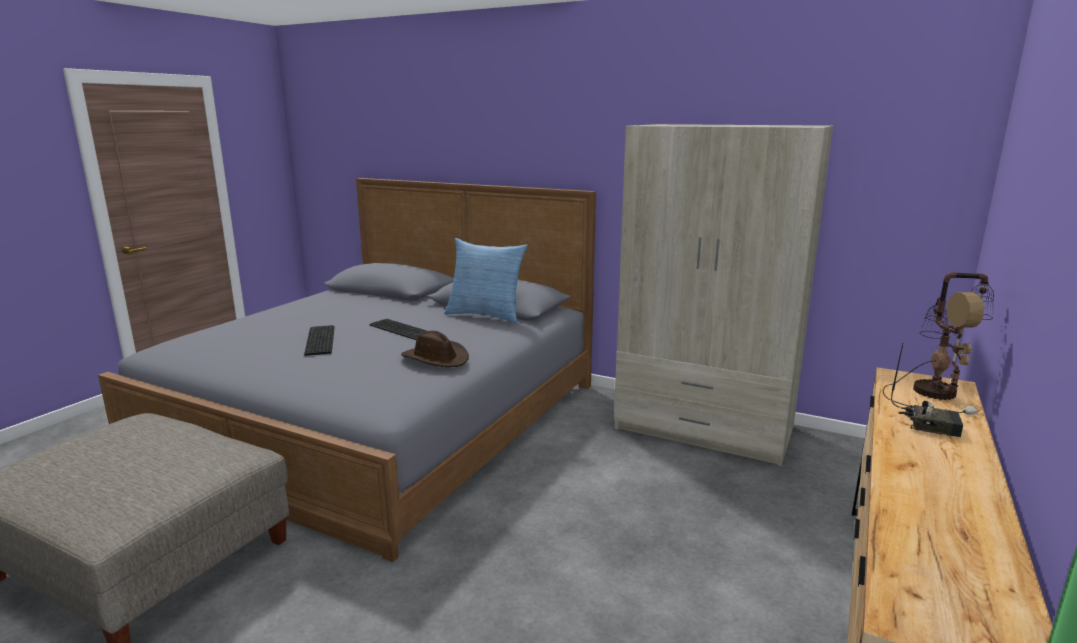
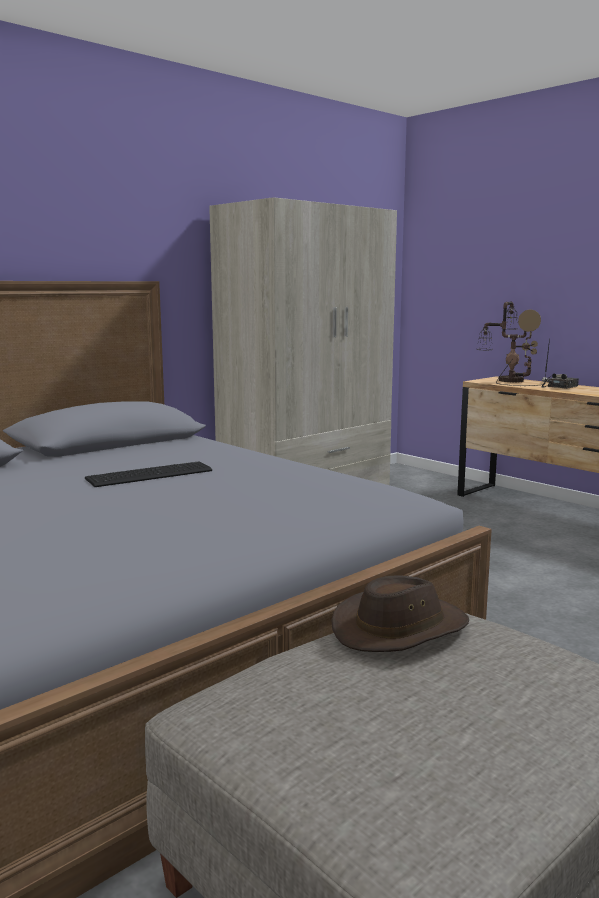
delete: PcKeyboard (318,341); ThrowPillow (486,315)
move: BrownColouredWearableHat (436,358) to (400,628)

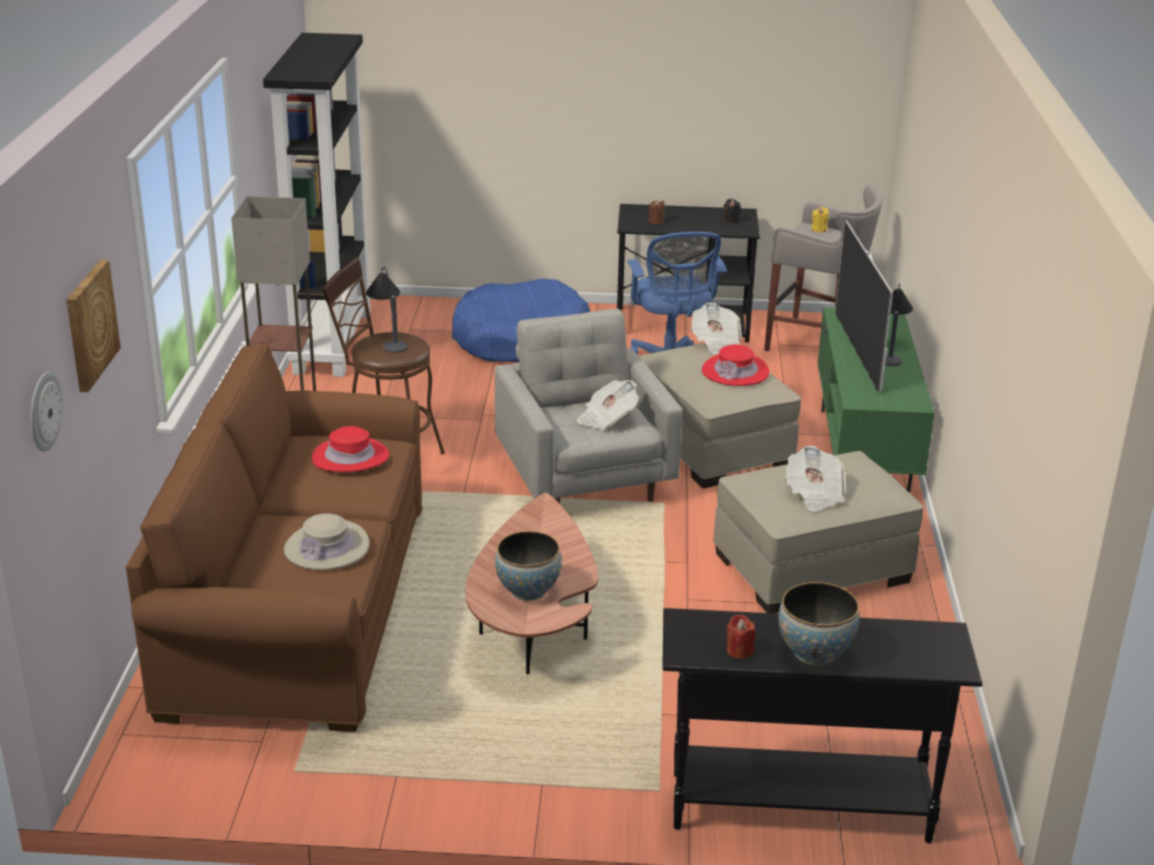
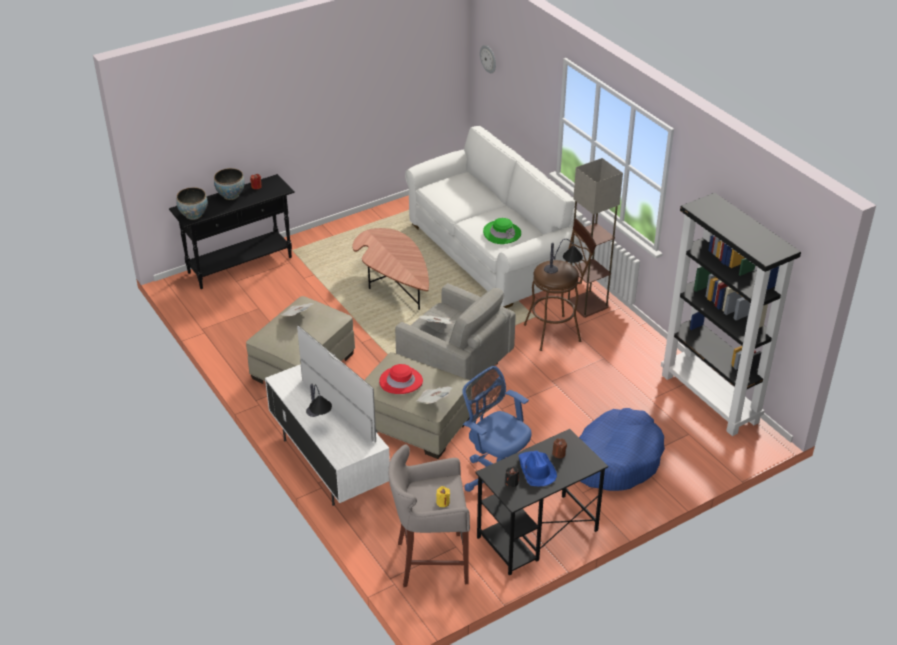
delete: Picture (90,324); BeigeWearableHat (327,547)
insert: BlueWearableHat (536,470)
move: DeepDish (528,591) to (194,215)
recolor: GreenTvUnit (865,450) to WhiteColouredTvUnit (328,462); BrownColouredCouch (299,609) to WhiteColouredCouch (490,252); RedColouredWearableHat (350,457) to GreenWearableHat (502,233)

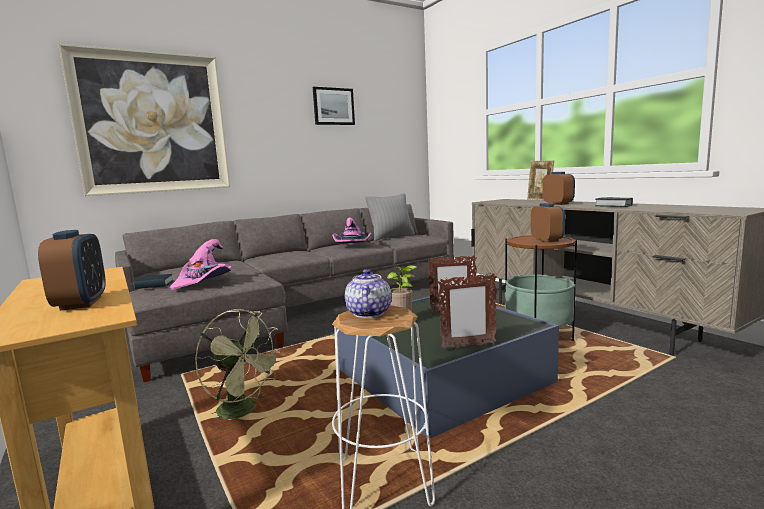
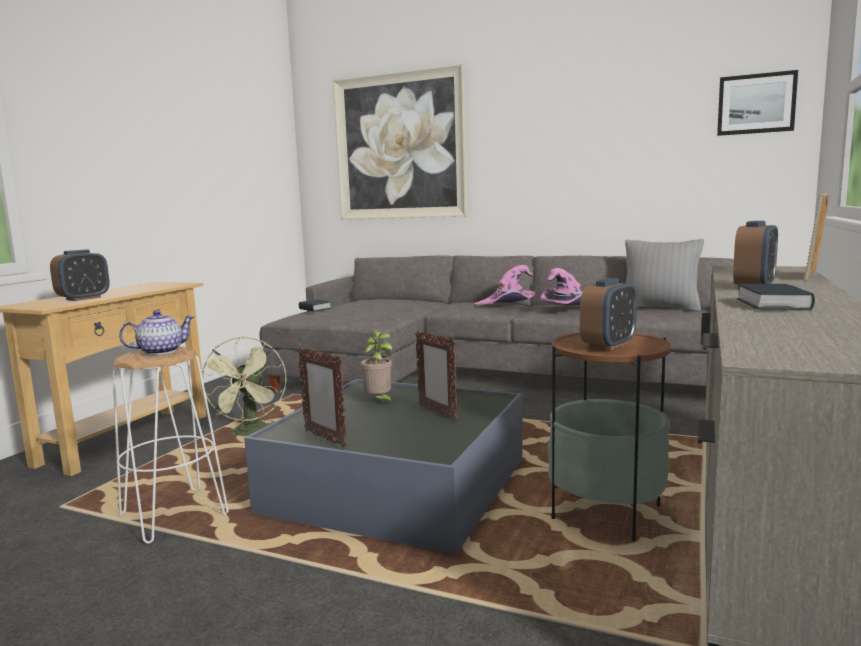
move: PinkWearableHat (203,282) to (507,305); Picture (333,106) to (756,104)

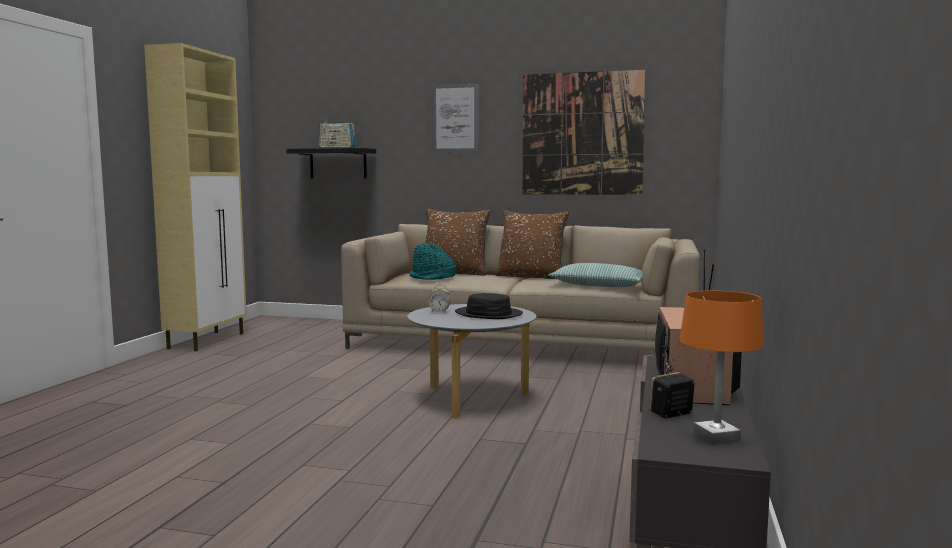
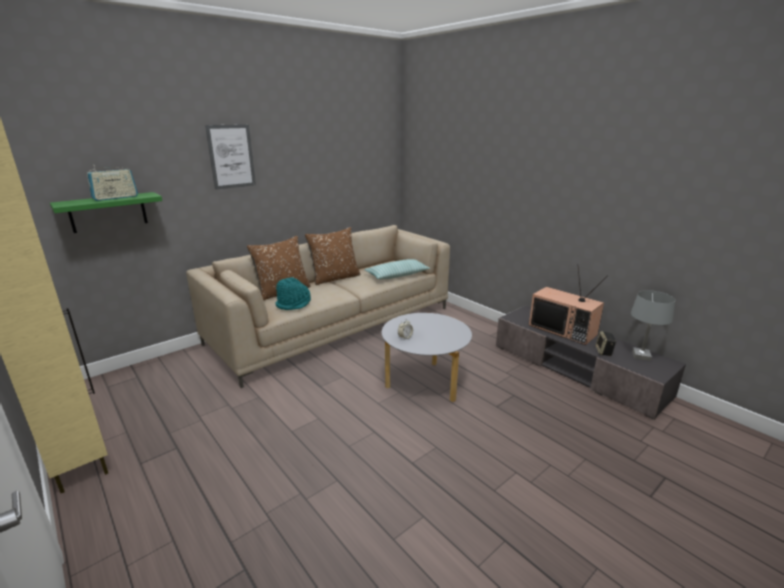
delete: BlackWearableHat (488,314); Picture (582,134)
recolor: BlackBracketShelf (338,163) to GreenBracketShelf (108,212); OrangeColouredLampForATable (717,437) to GrayLampForATable (641,356)

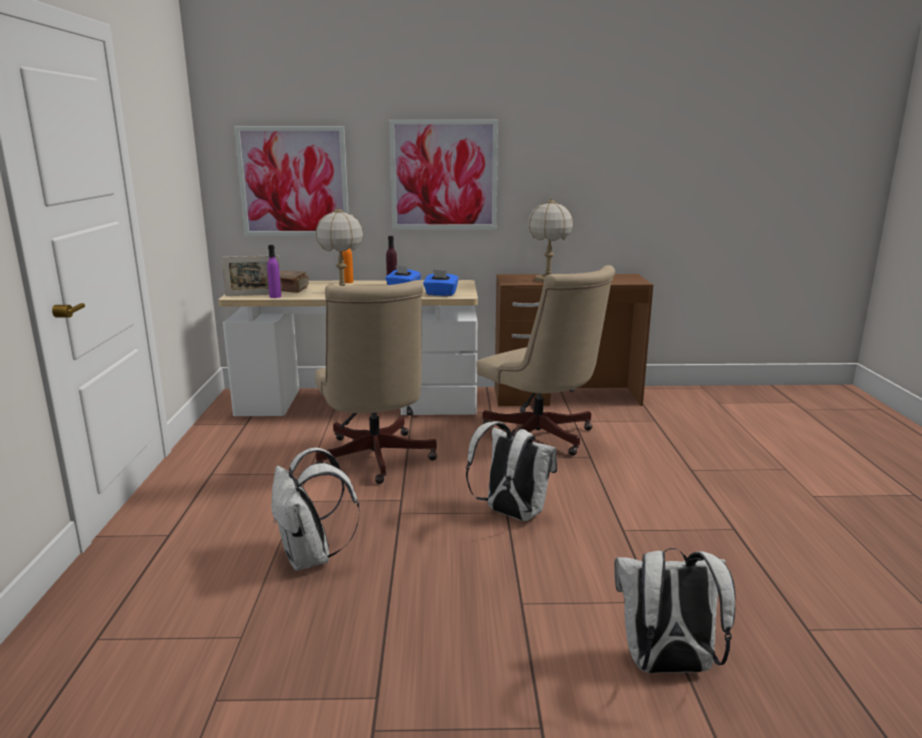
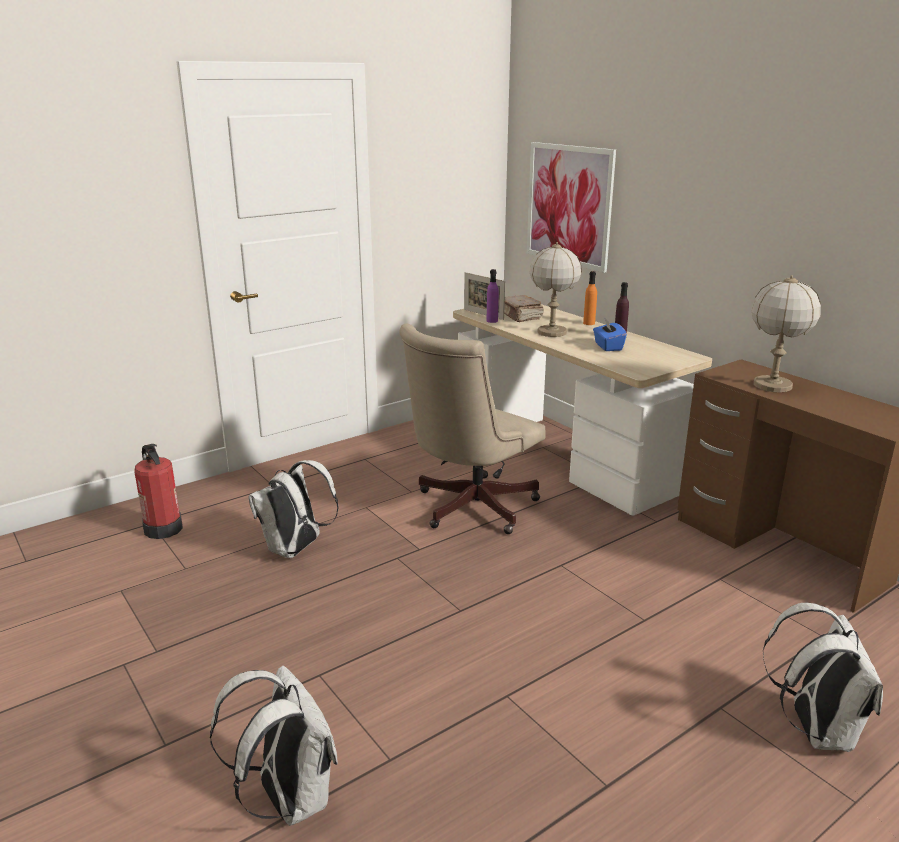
delete: Picture (444,175); BlueBoxOfTissues (440,294); BeigeOfficeChair (542,438)
insert: FireFightingCylinder (163,528)
move: WhiteColouredRucksack (511,514) to (815,729)

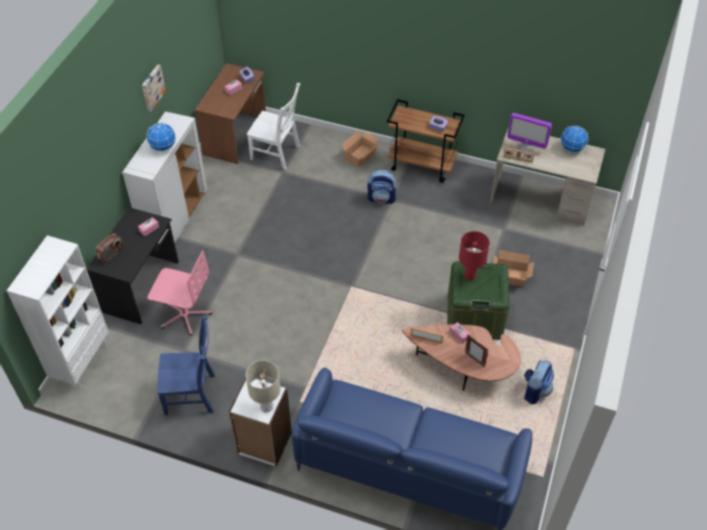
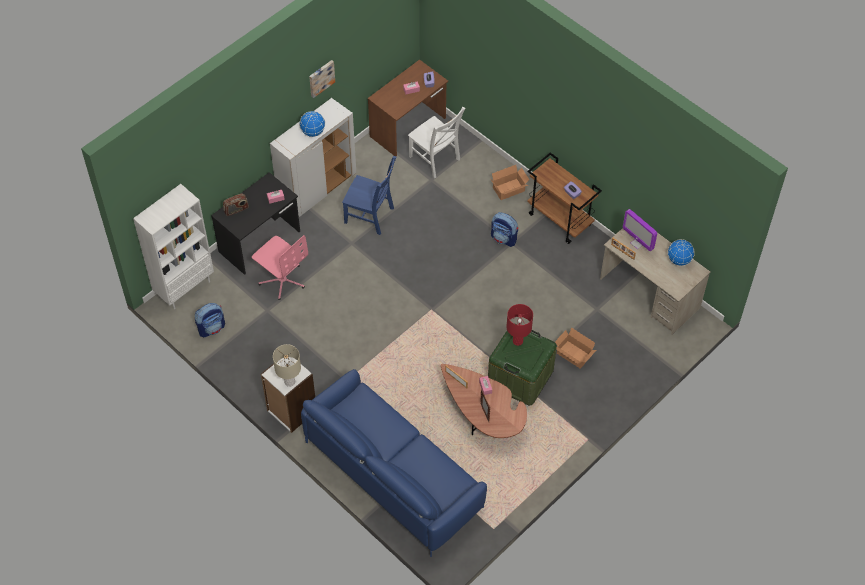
move: Rucksack (535,391) to (211,328); BluePlainChair (193,395) to (371,216)

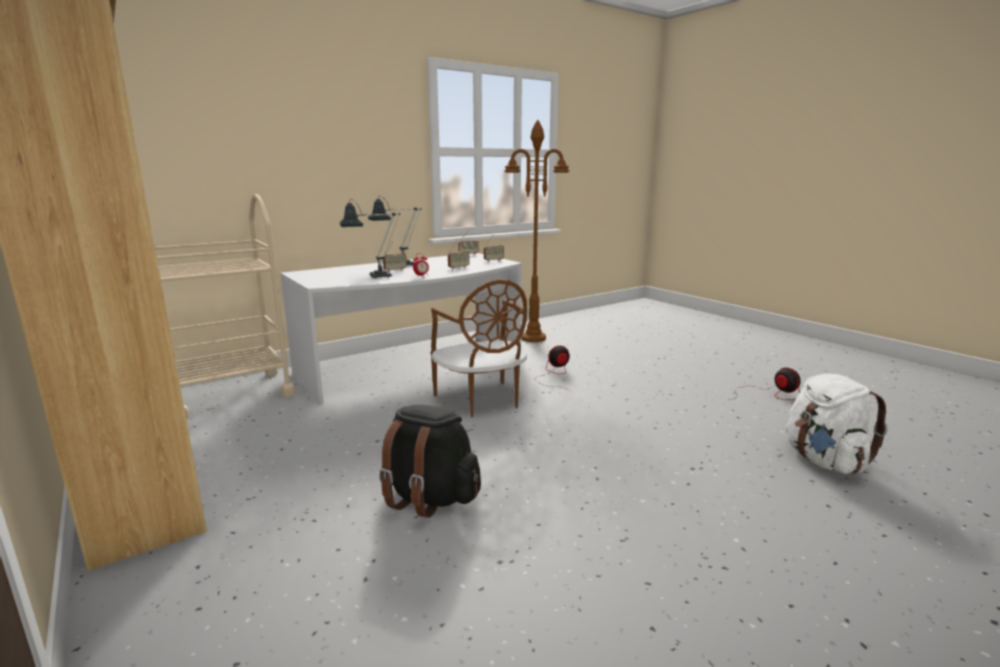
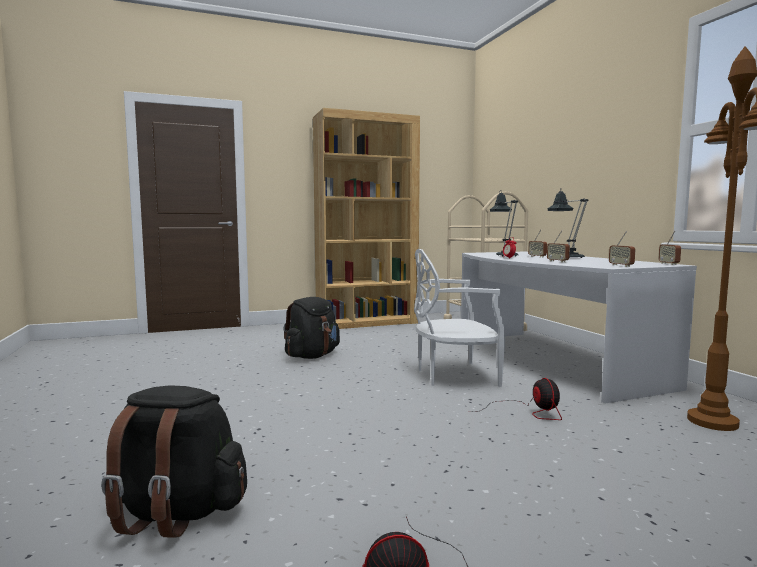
recolor: WhiteColouredRucksack (824,461) to BlackRucksack (177,513); BrownColouredPlainChair (481,400) to WhiteColouredPlainChair (454,376)

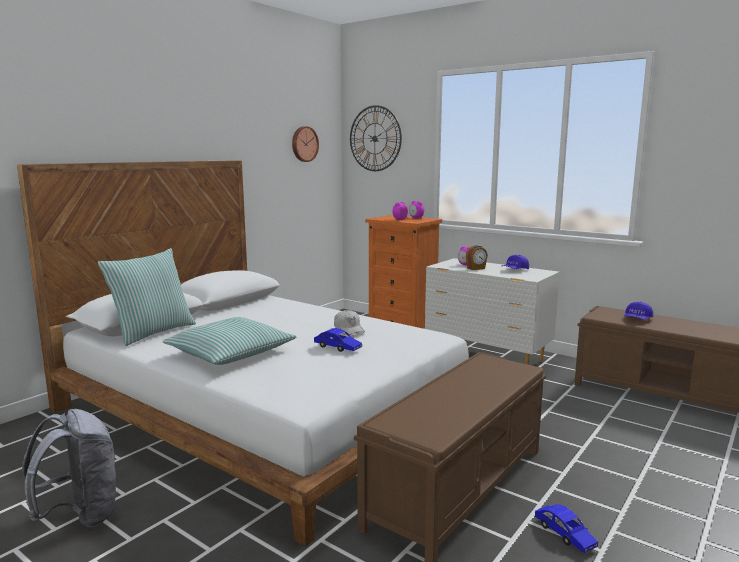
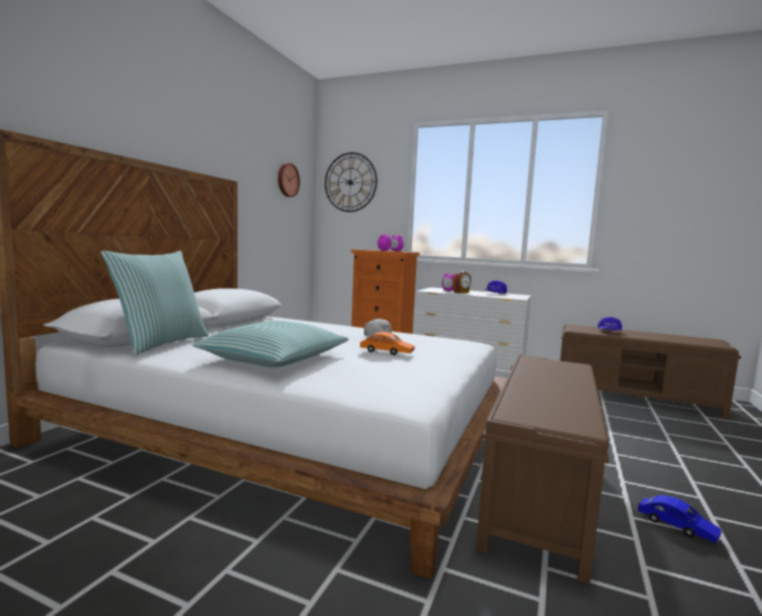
delete: GrayRucksack (80,515)
recolor: BlueMiniatureCar (337,347) to OrangeColouredMiniatureCar (386,352)

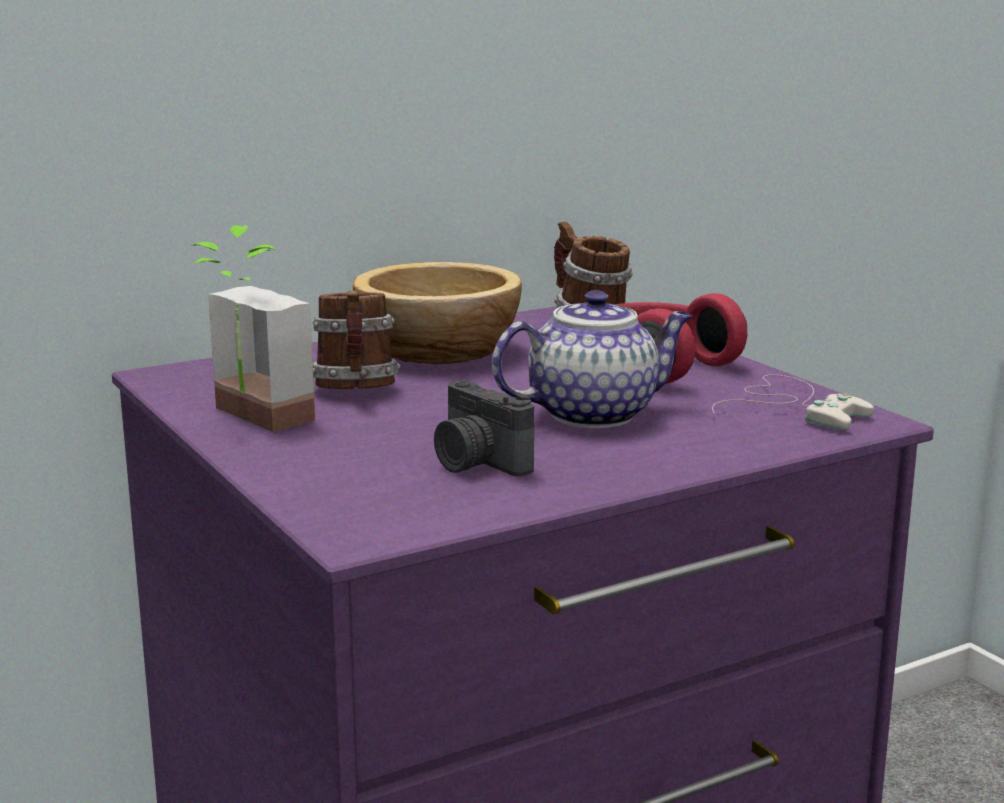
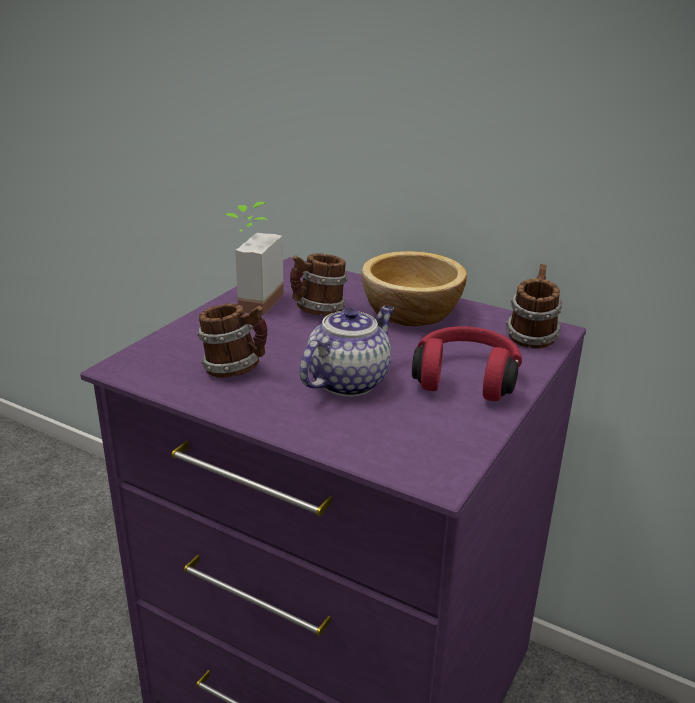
delete: WhiteColouredGamepad (792,406)
replace: StillCamera (477,463) to TeaMug (235,369)
rotate: Teapot (594,413) = (348,381) 90 degrees counterclockwise

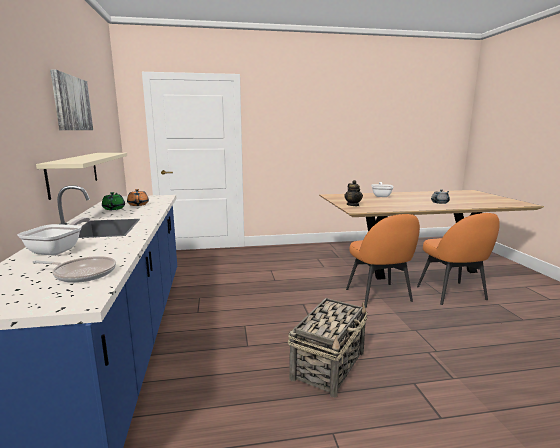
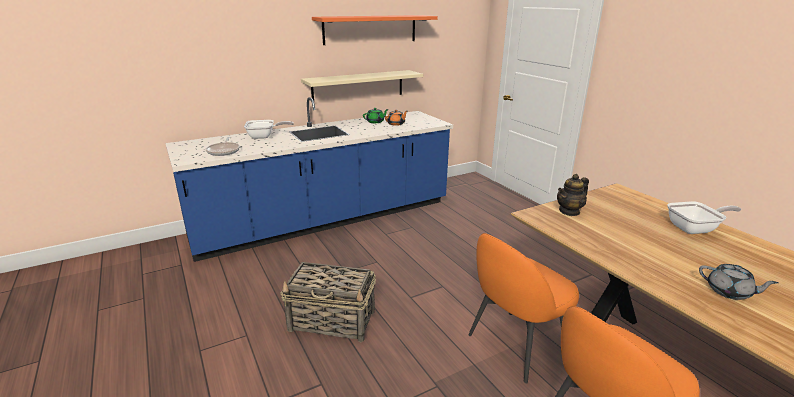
replace: Picture (71,103) to OrangeColouredBracketShelf (370,29)

